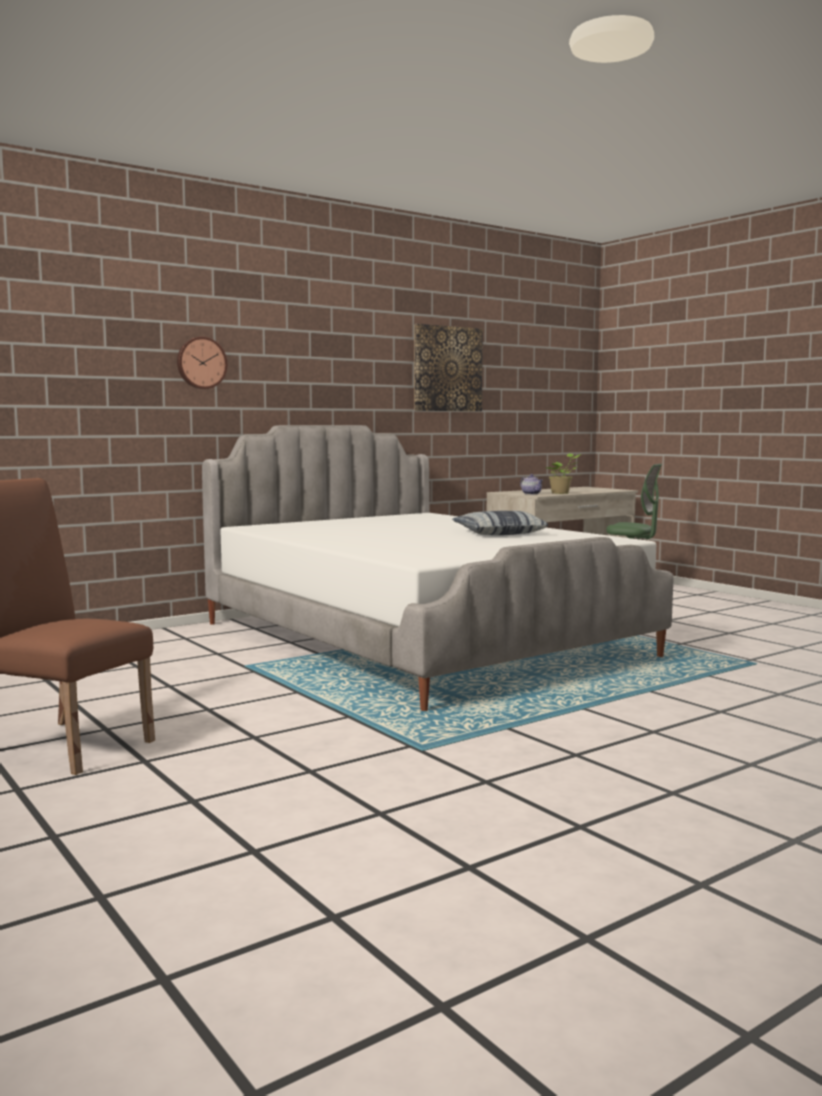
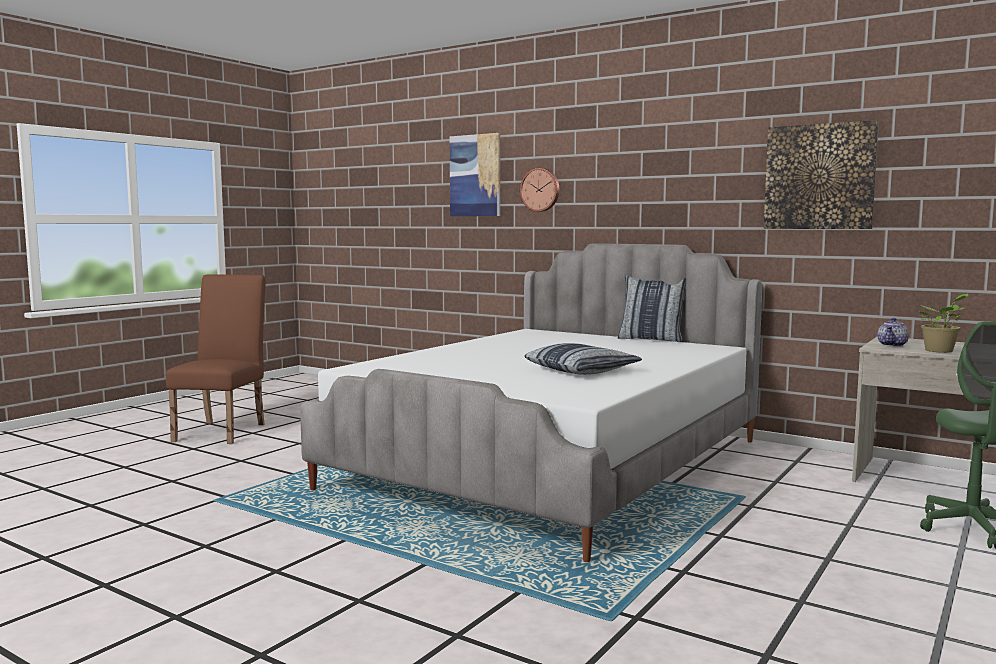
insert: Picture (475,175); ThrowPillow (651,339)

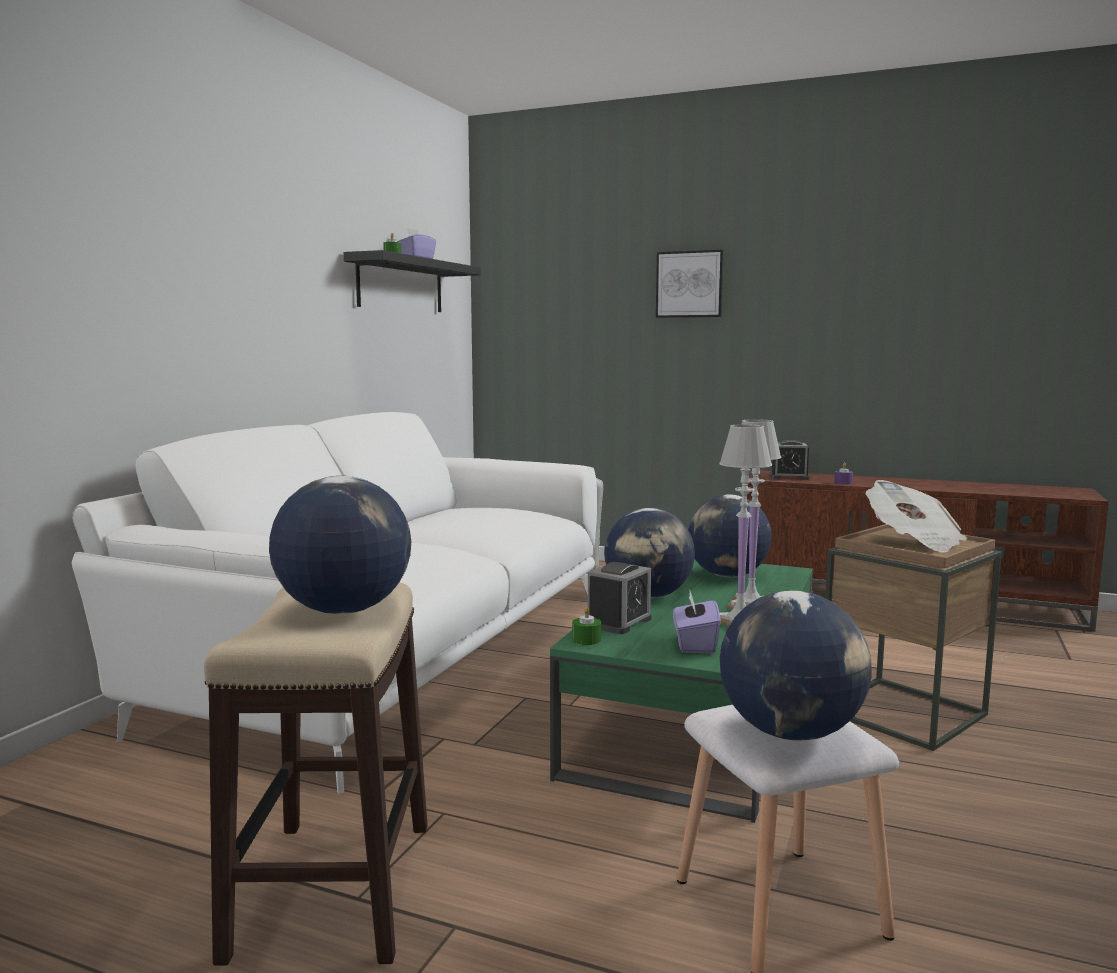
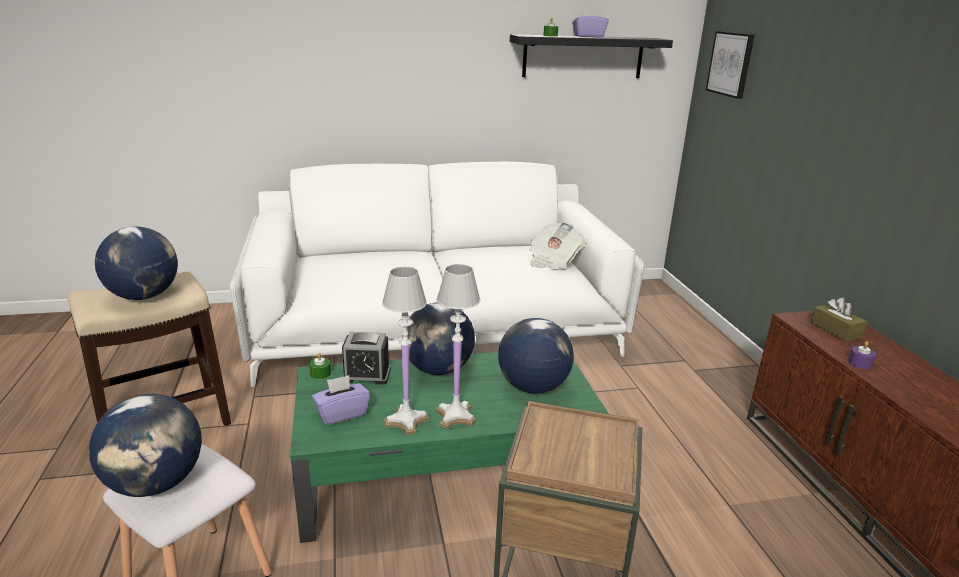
move: Newspaper (914,541) to (552,260); Picture (689,284) to (731,64)
replace: TableClock (789,477) to BrownColouredBoxOfTissues (835,330)

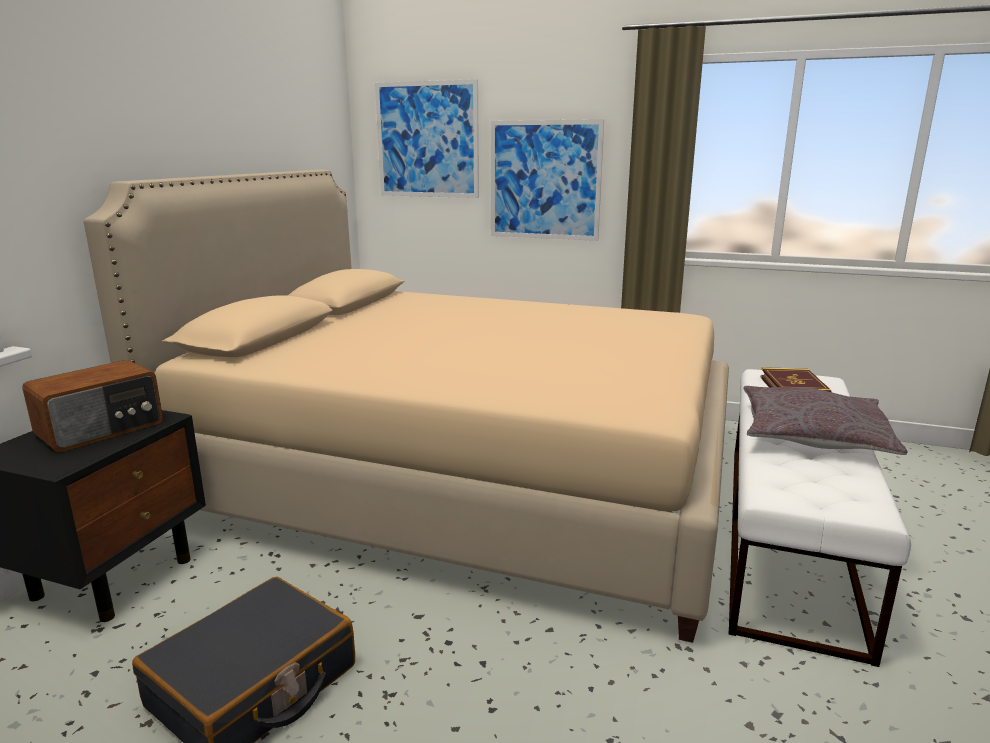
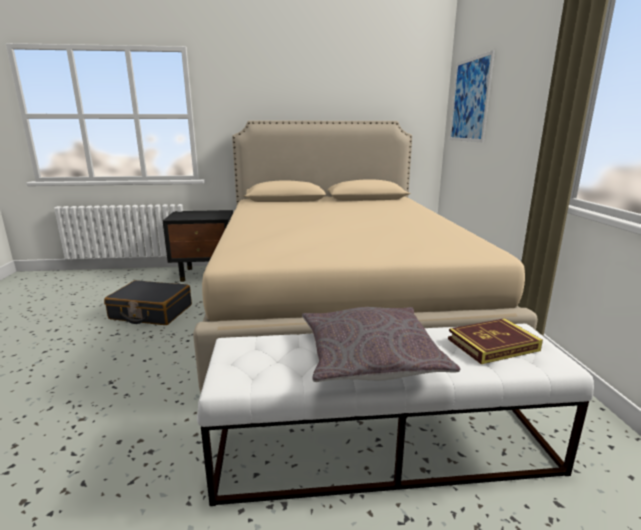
delete: RadioReceiver (102,429); Picture (544,180)

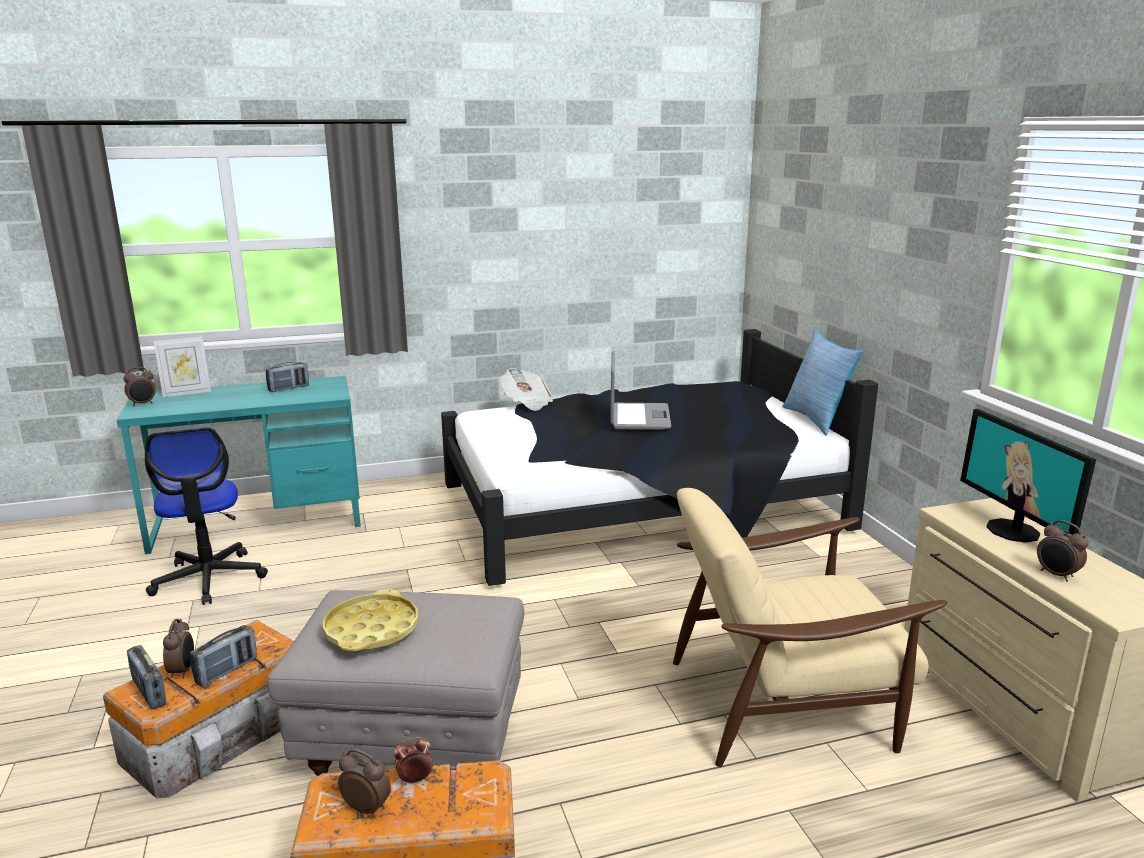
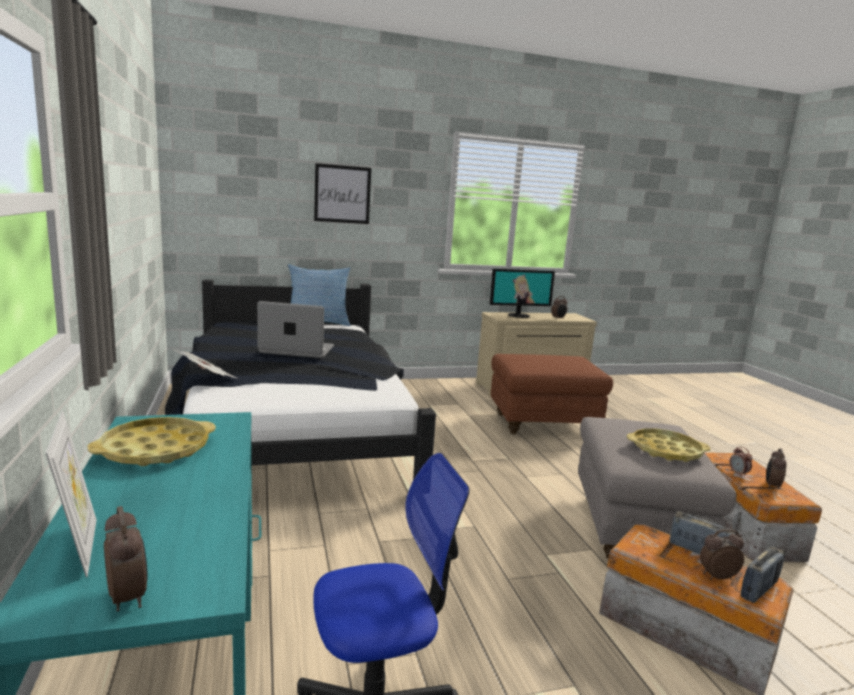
insert: Picture (342,194)
replace: RadioReceiver (289,388) to YellowishServingTray (155,449); BeigeArmchair (785,701) to BrownColouredPouffe (542,424)

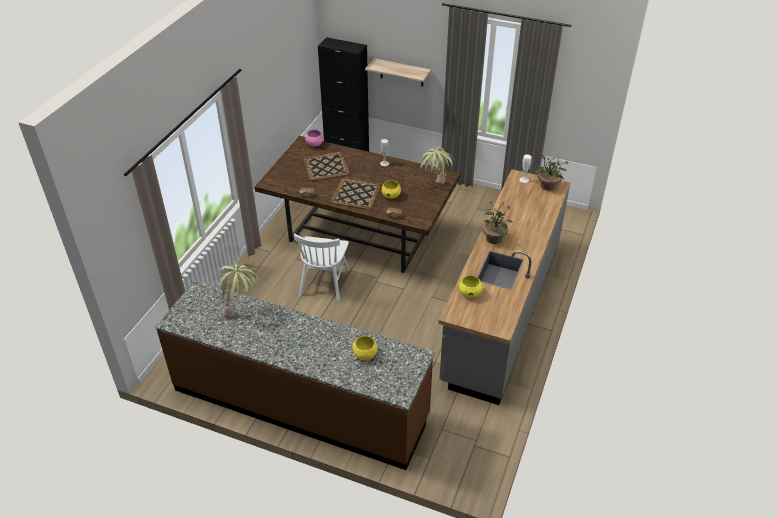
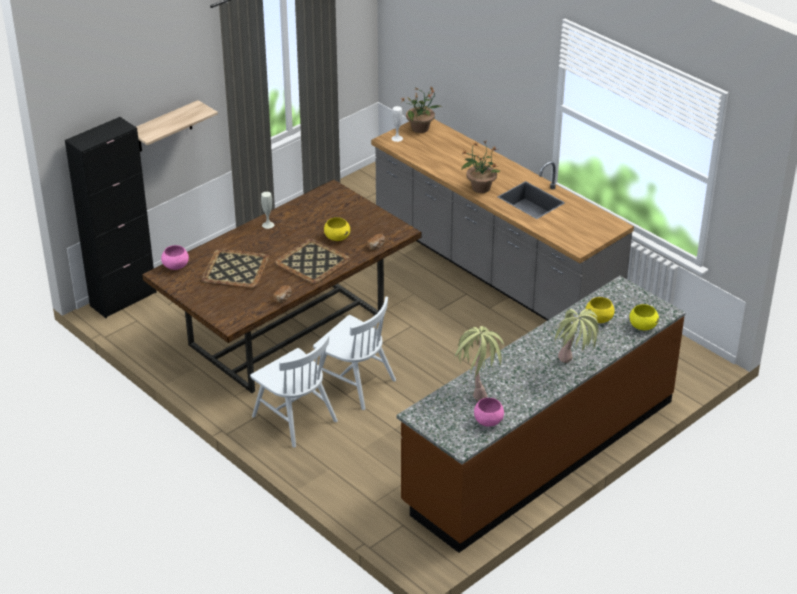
insert: WhiteColouredPlainChair (294,418); PinkDeepDish (488,421)
move: PlantInAPot (434,188) to (574,369); YellowishDeepDish (470,293) to (642,326)

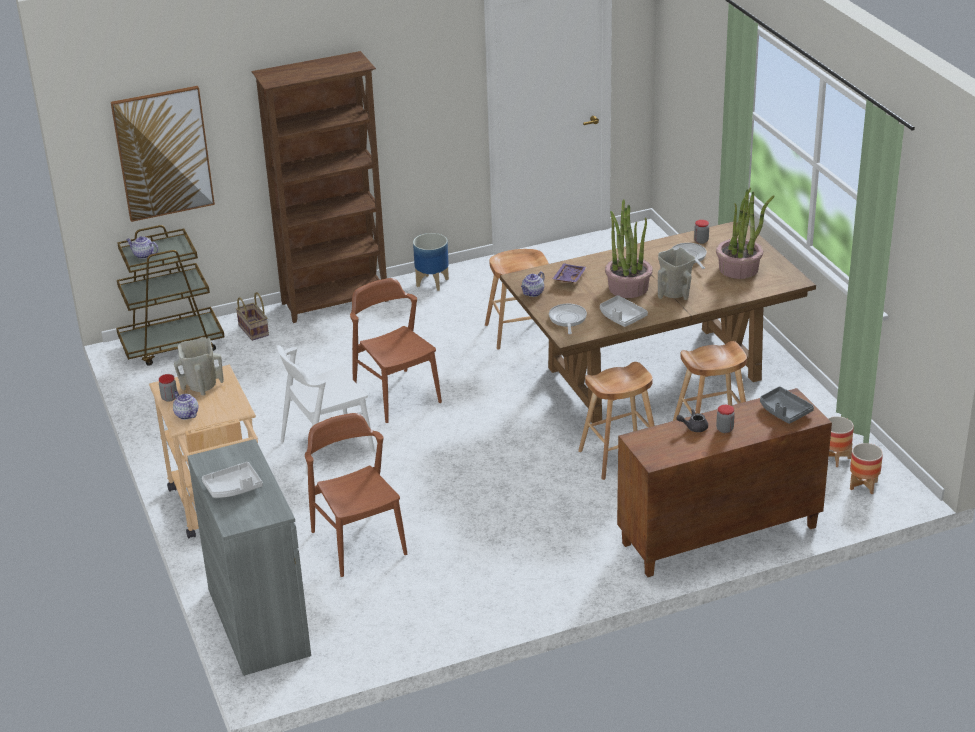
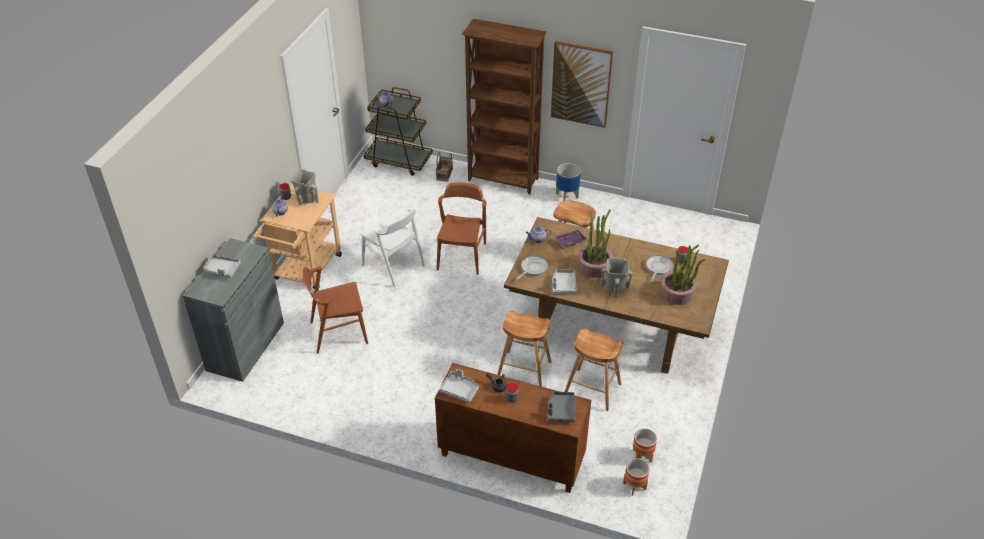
insert: GrayServingTray (460,390)
move: Picture (163,153) to (581,84)
rotate: BrownColouredPlainChair (358,542) = (338,332) 120 degrees counterclockwise; WhiteColouredPlainChair (326,446) = (393,265) 150 degrees counterclockwise

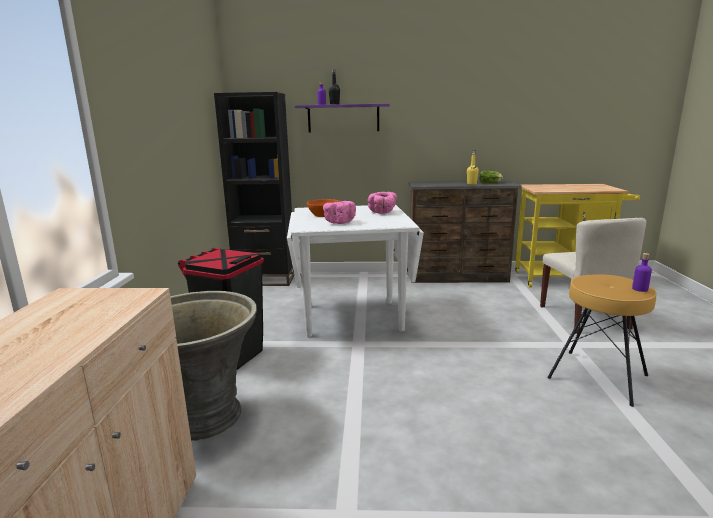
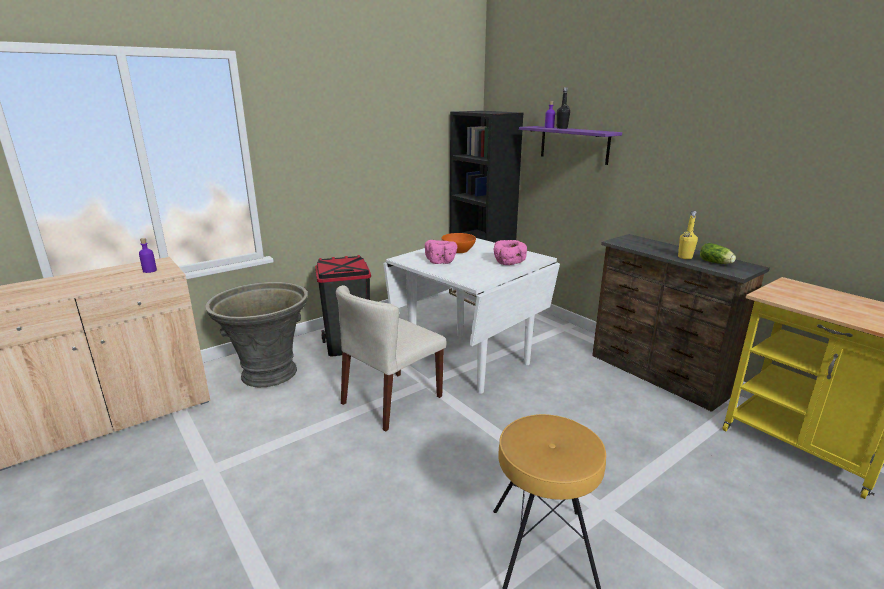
move: PurplishBeverageBottle (640,289) to (150,270); BeigePlainChair (584,317) to (391,400)

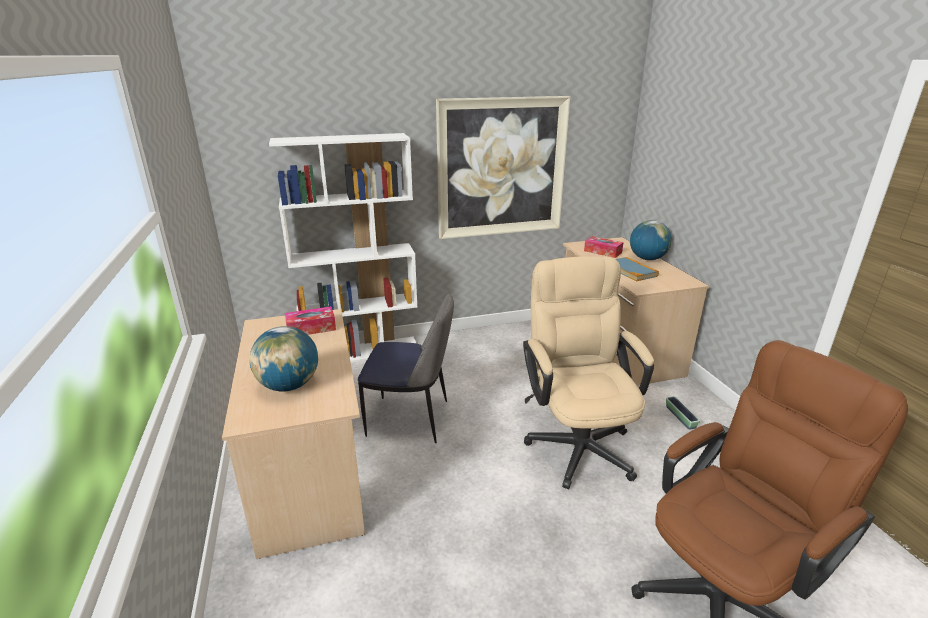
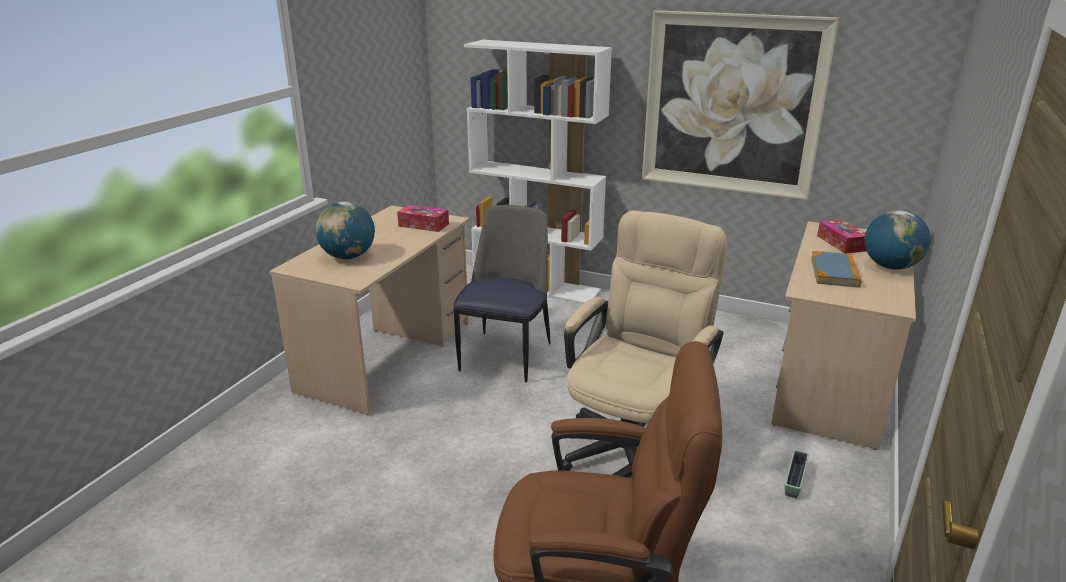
rotate: PlainChair (411,419) = (506,355) 120 degrees counterclockwise

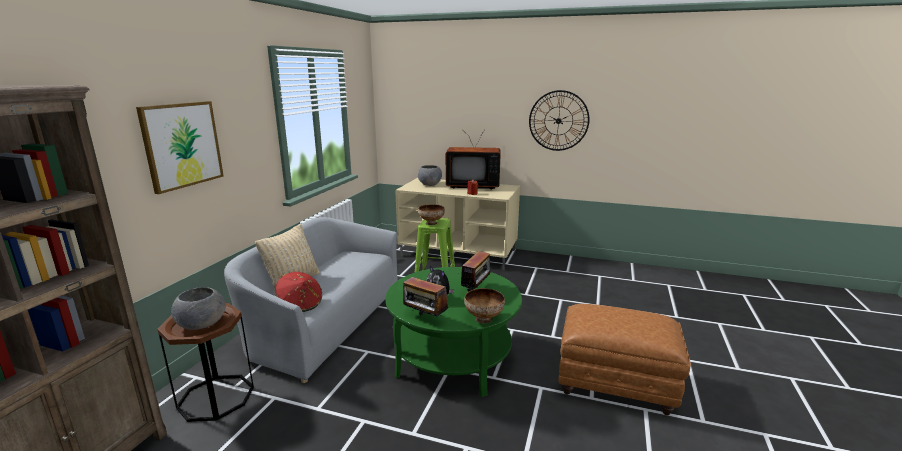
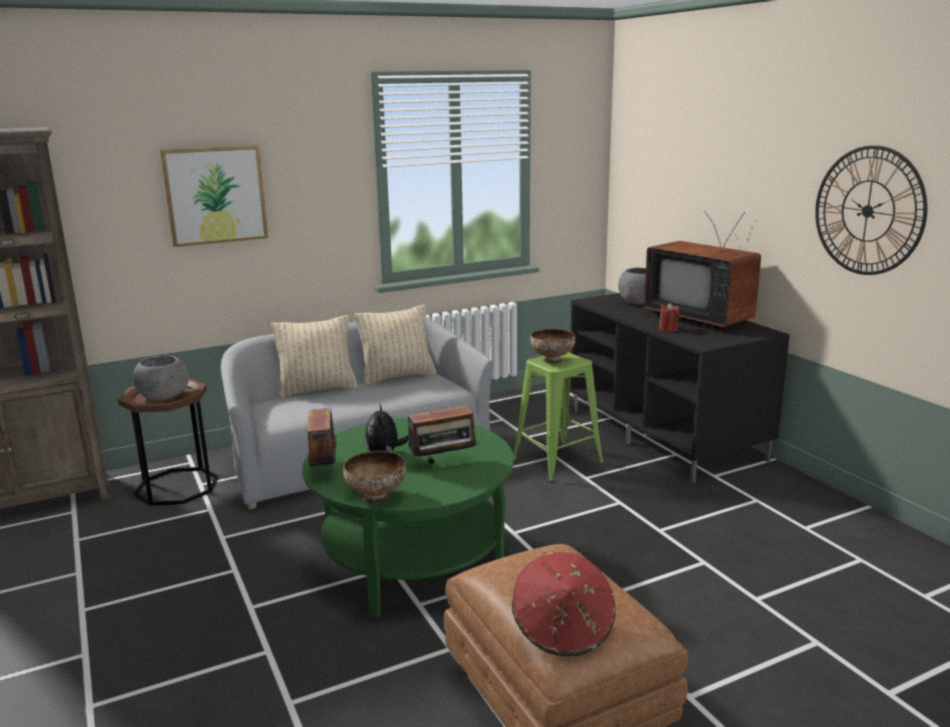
insert: BeigeThrowPillow (397,376)
move: RedColouredWearableHat (300,304) to (563,630)
recolor: BeigeTvUnit (459,252) to BlackTvUnit (666,434)

